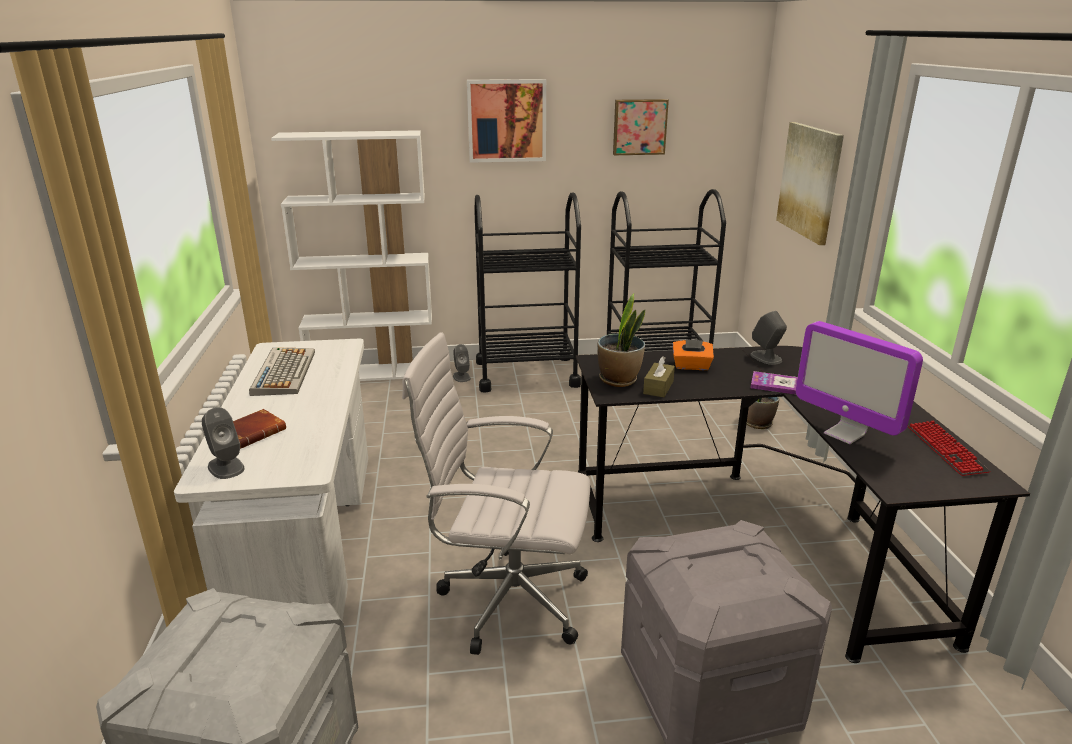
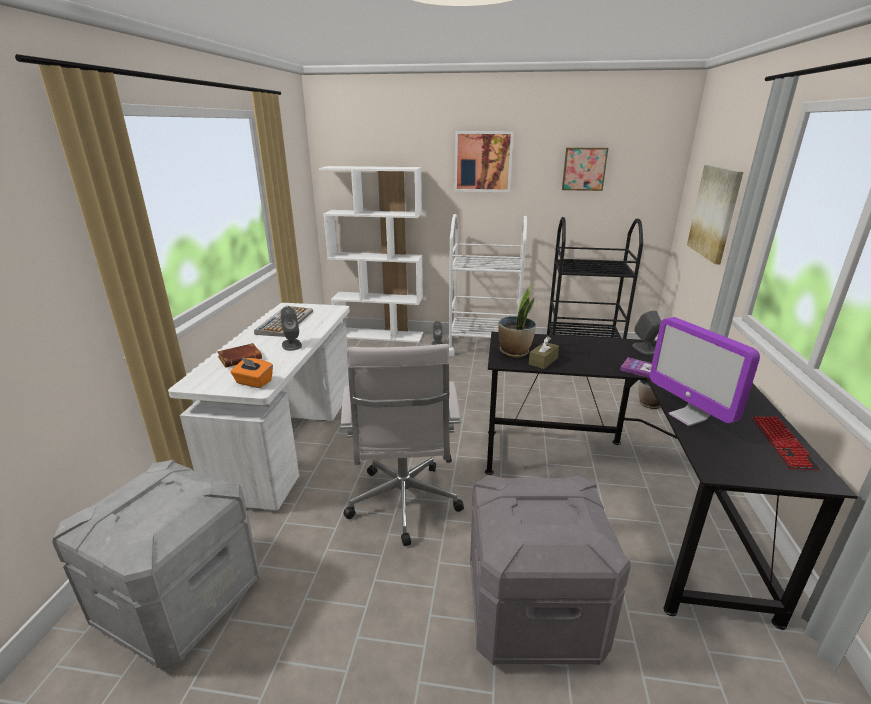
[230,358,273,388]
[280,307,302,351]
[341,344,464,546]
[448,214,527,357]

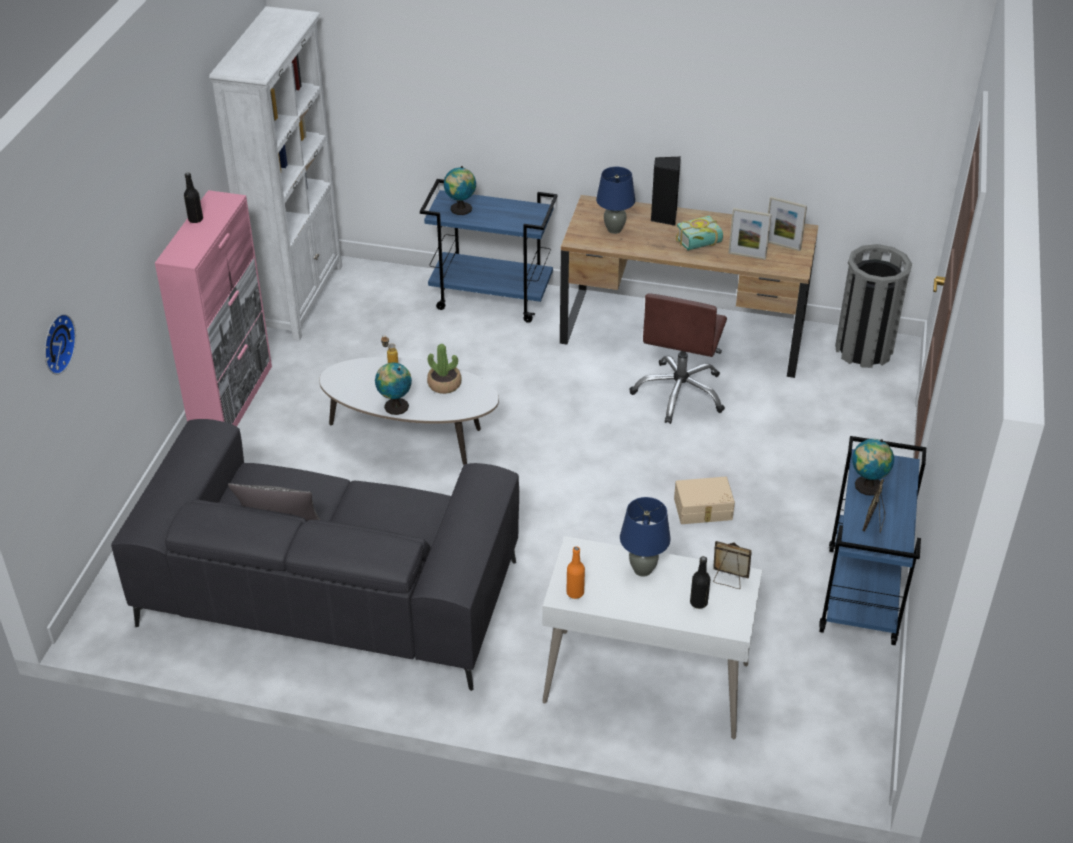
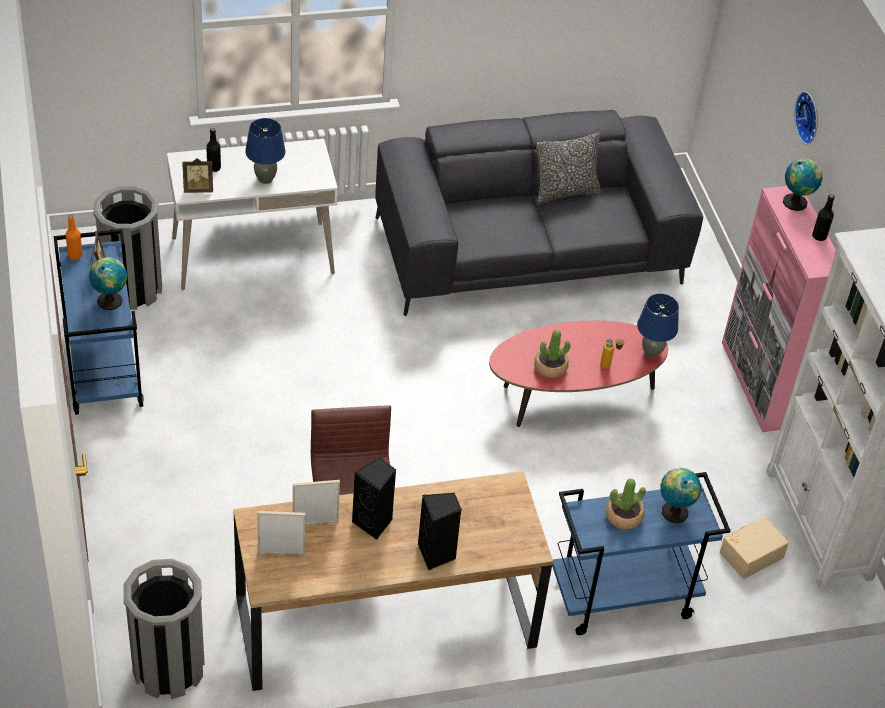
[66,215,83,260]
[93,186,162,310]
[352,458,396,540]
[489,321,668,427]
[606,479,646,530]
[637,293,679,358]
[720,517,789,579]
[783,158,823,211]
[794,91,818,144]

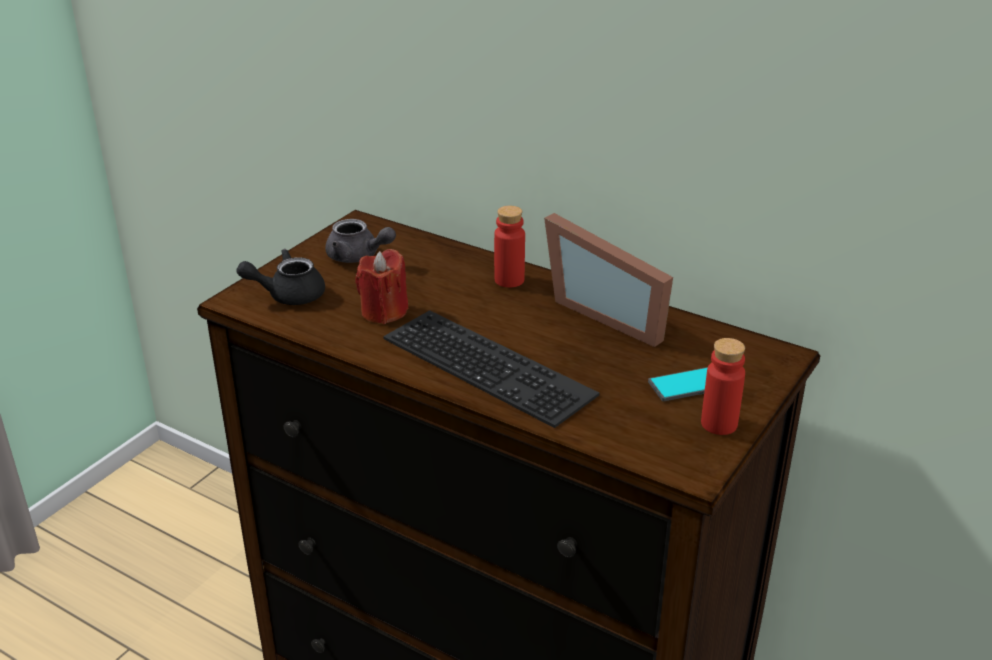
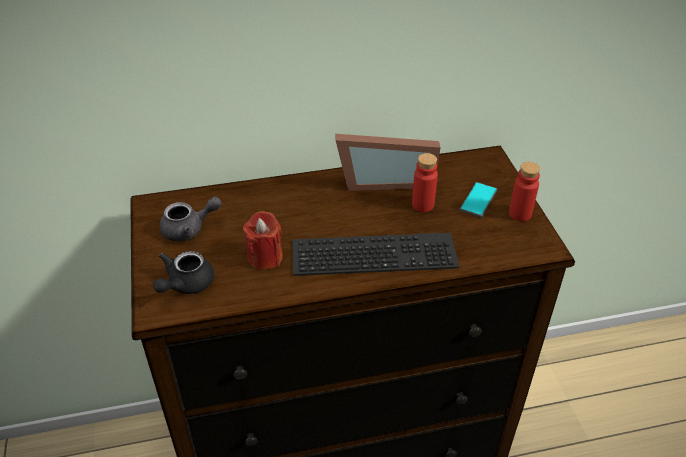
[412,153,438,212]

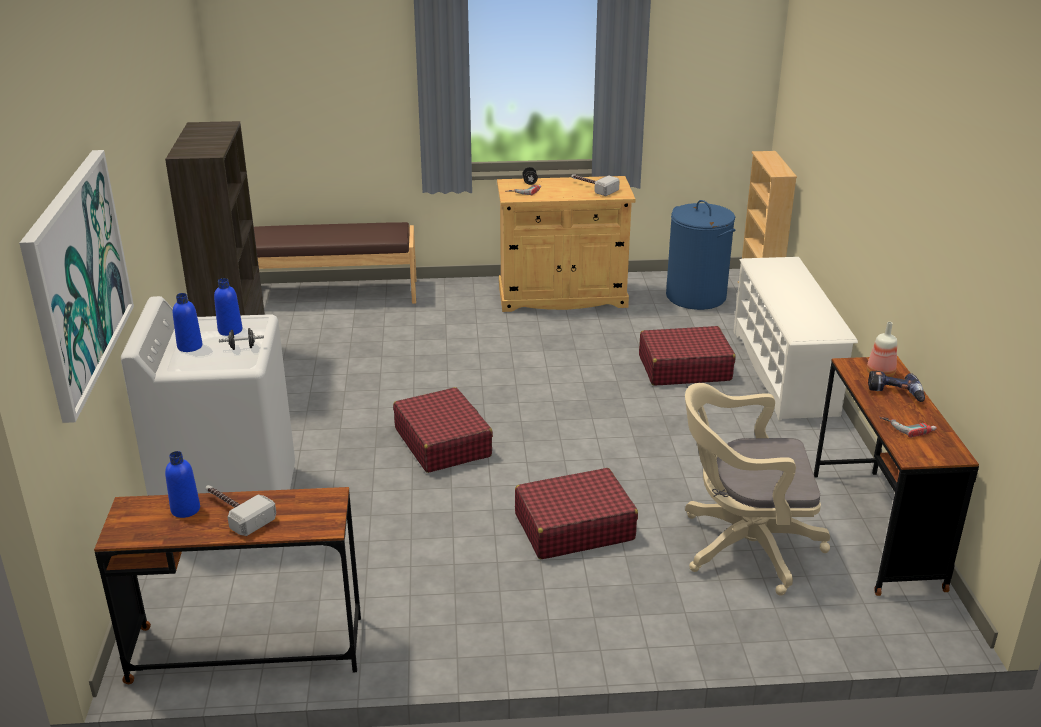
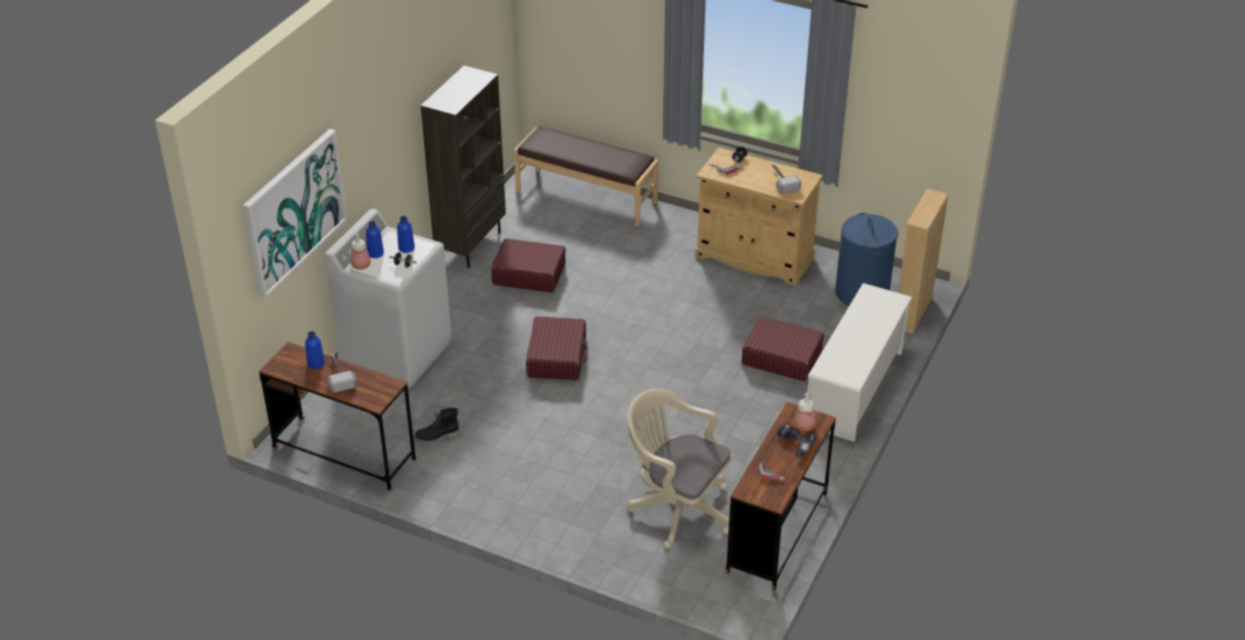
[351,232,371,270]
[414,407,459,444]
[491,239,566,292]

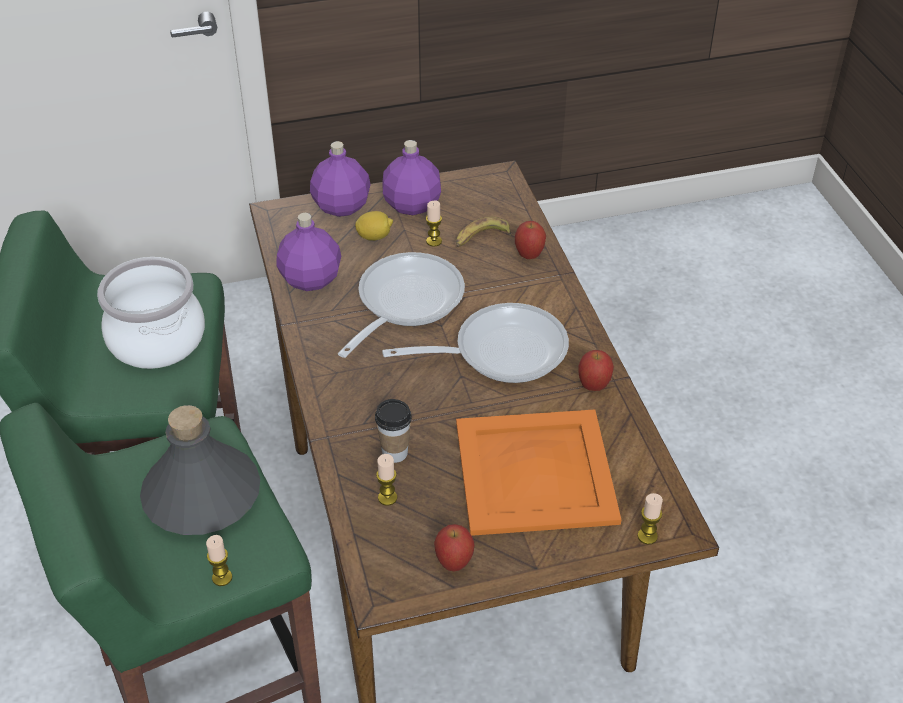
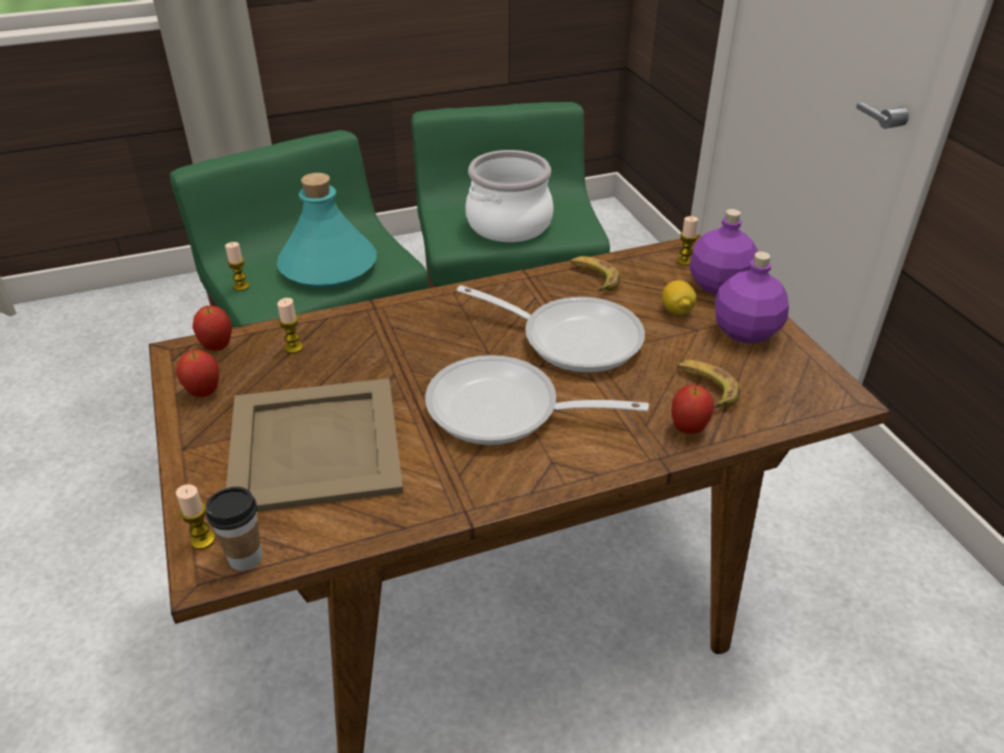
[192,305,232,351]
[206,487,262,571]
[226,378,403,512]
[277,173,377,288]
[425,355,649,445]
[570,256,620,291]
[677,216,698,266]

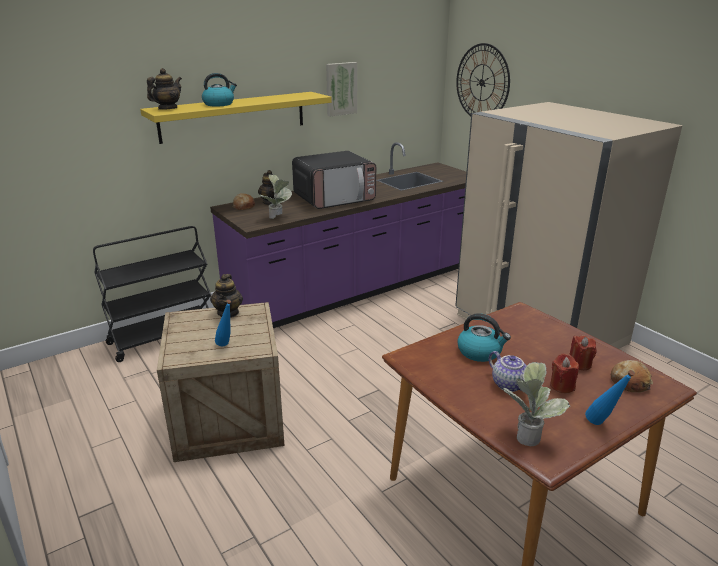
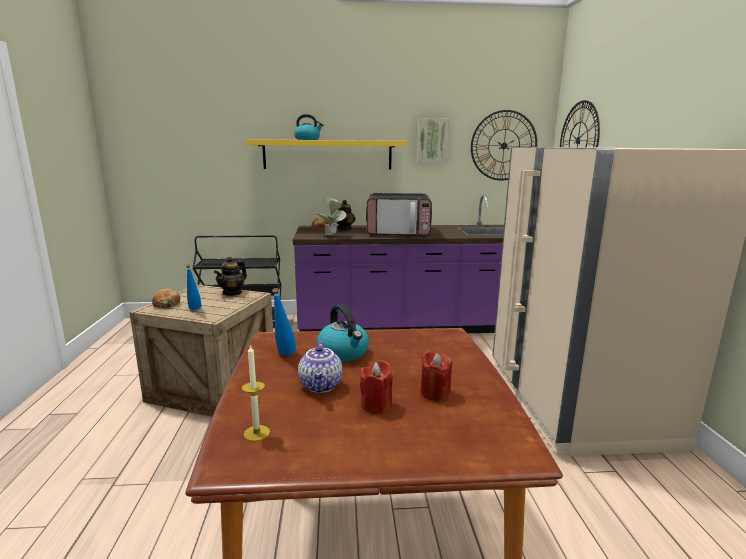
[152,289,180,308]
[242,345,270,441]
[272,288,296,355]
[471,110,537,181]
[147,68,182,110] (first image)

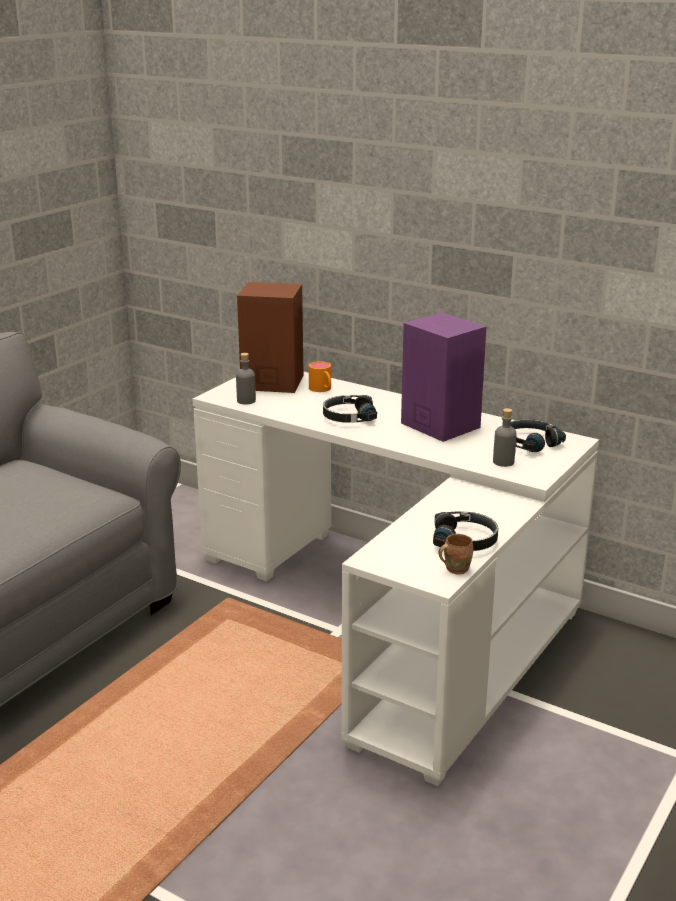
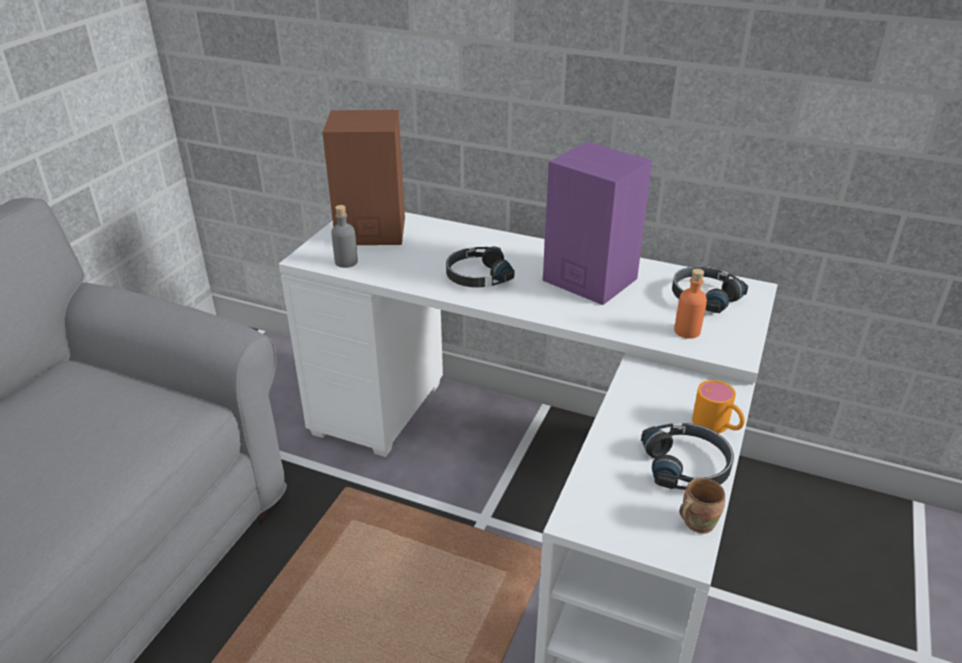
[674,269,707,339]
[692,380,745,433]

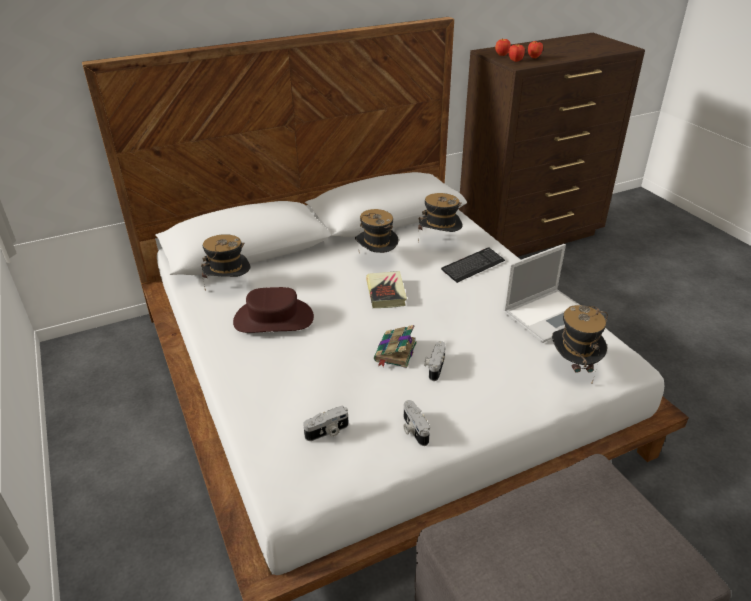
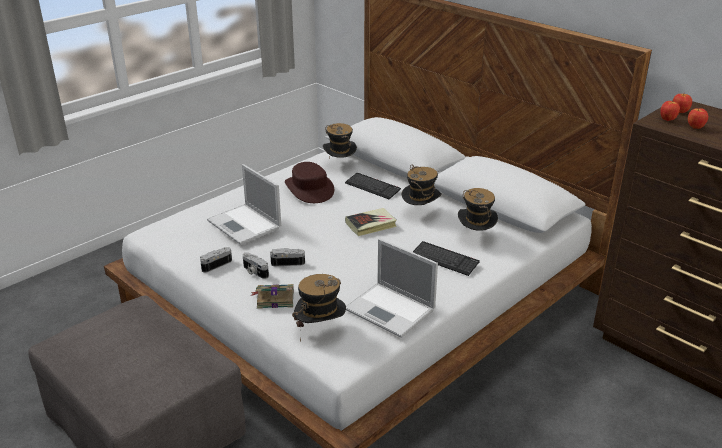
[207,164,281,245]
[243,252,269,279]
[251,284,294,309]
[345,173,401,199]

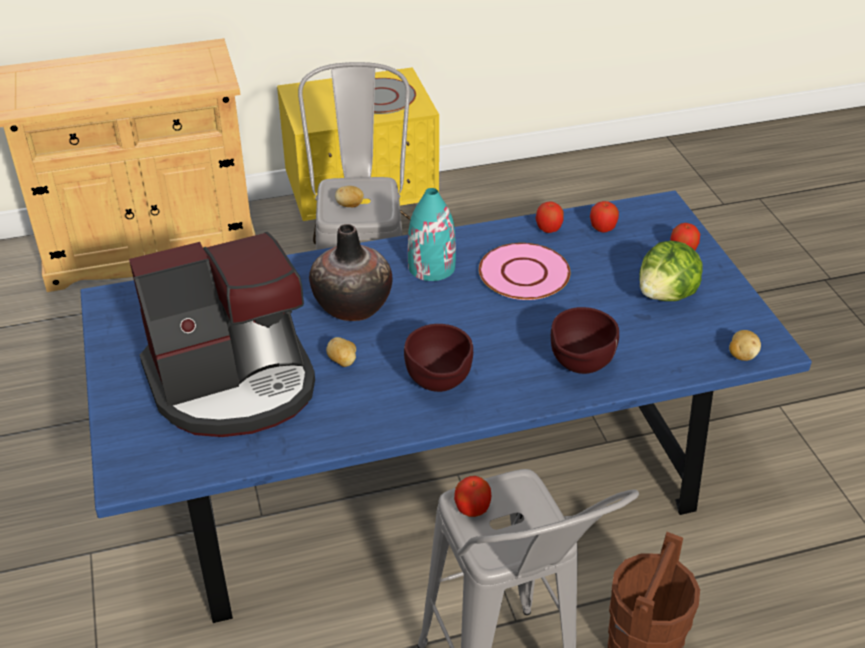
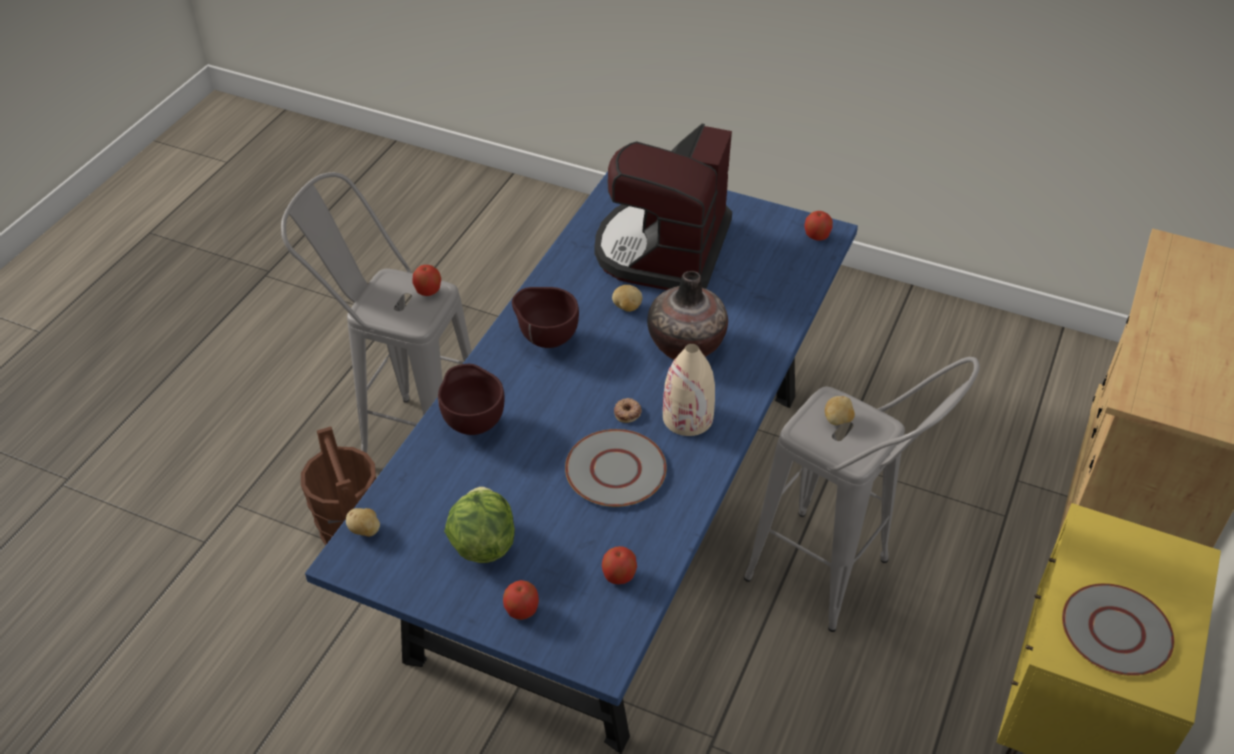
[565,429,667,507]
[614,398,642,423]
[663,344,715,436]
[805,211,833,241]

